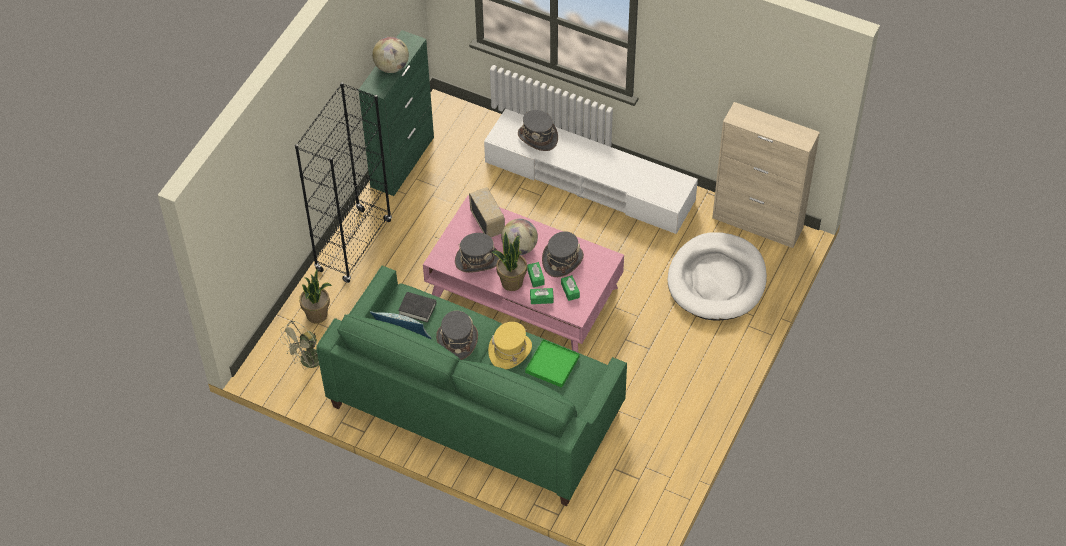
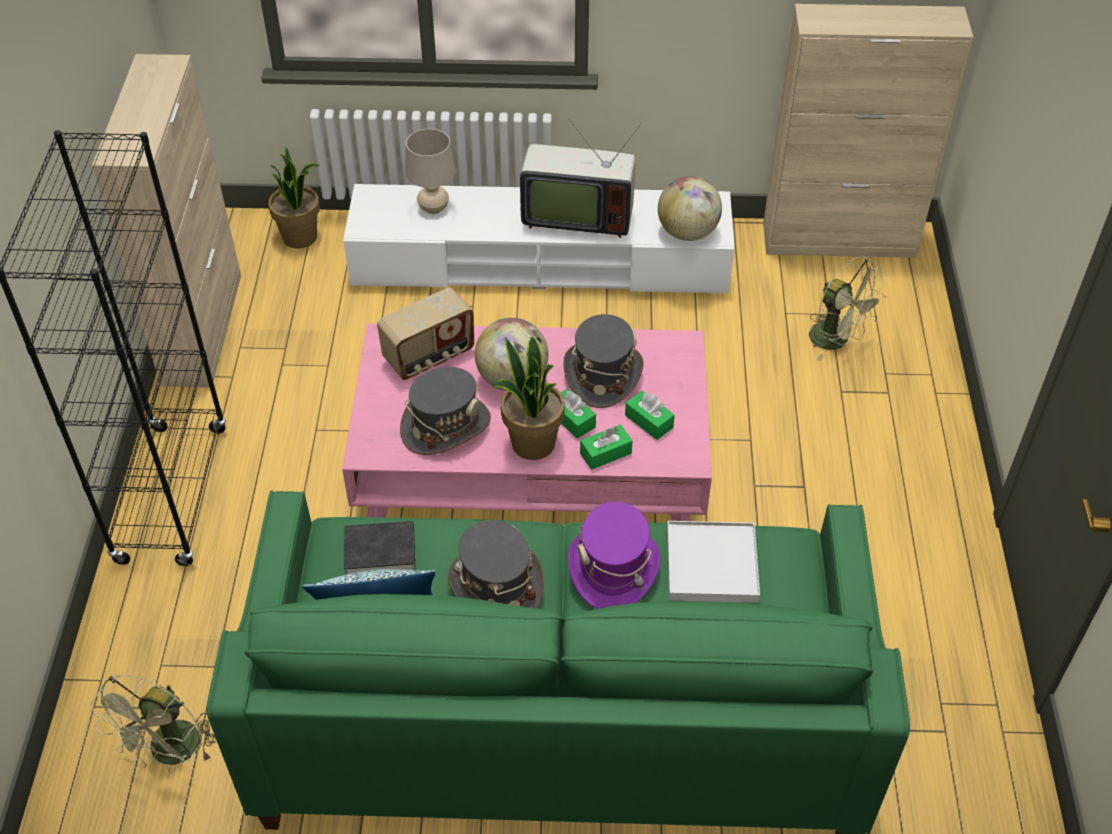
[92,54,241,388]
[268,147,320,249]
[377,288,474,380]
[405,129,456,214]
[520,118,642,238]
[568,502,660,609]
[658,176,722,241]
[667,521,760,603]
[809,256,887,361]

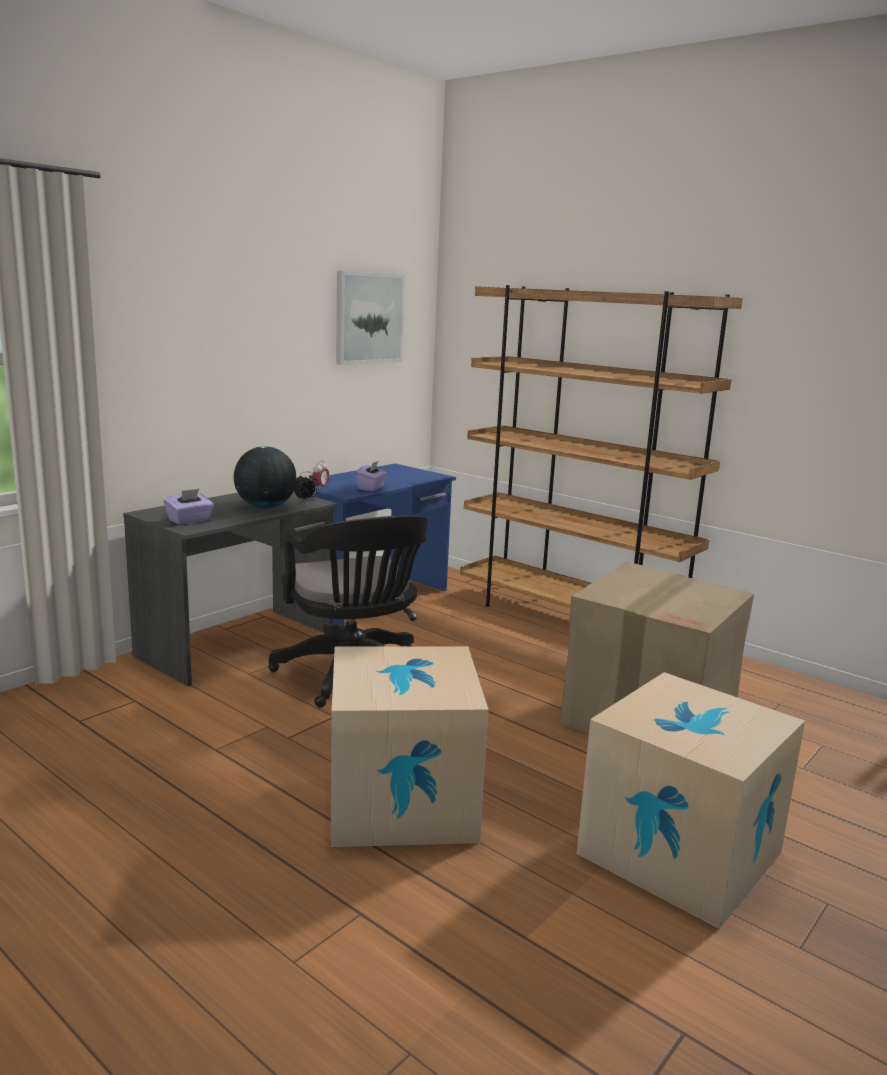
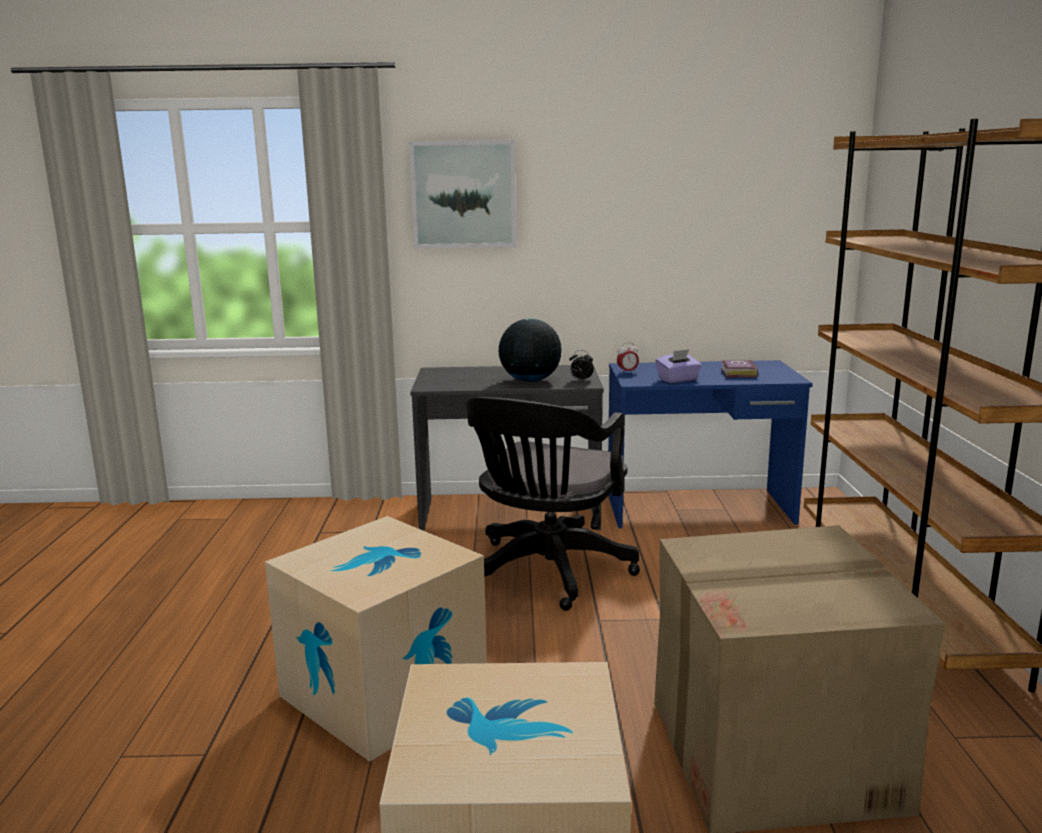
[409,140,516,249]
[721,360,758,378]
[164,489,214,525] (first image)

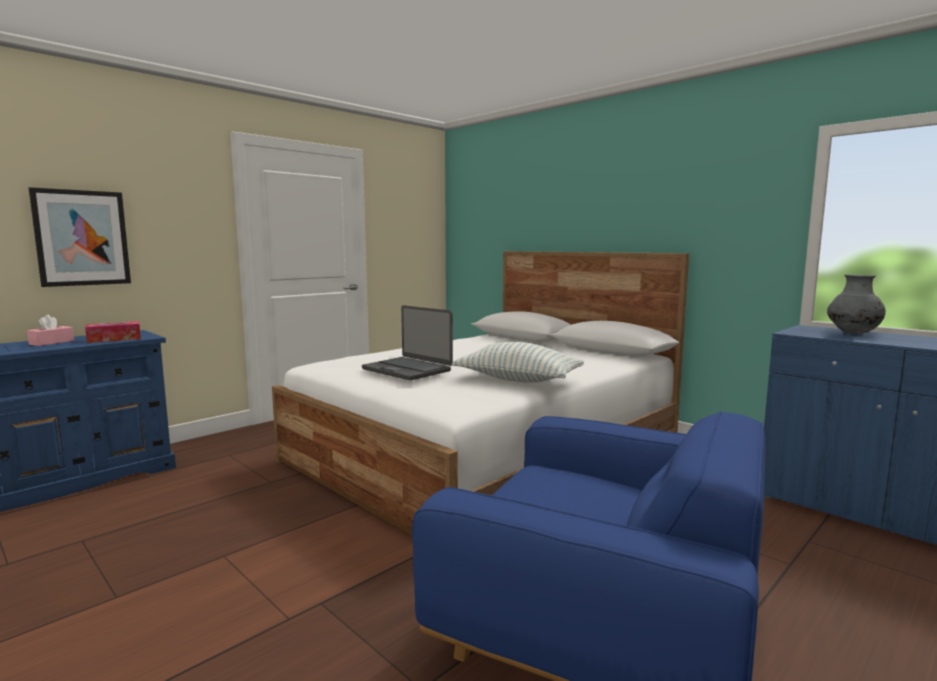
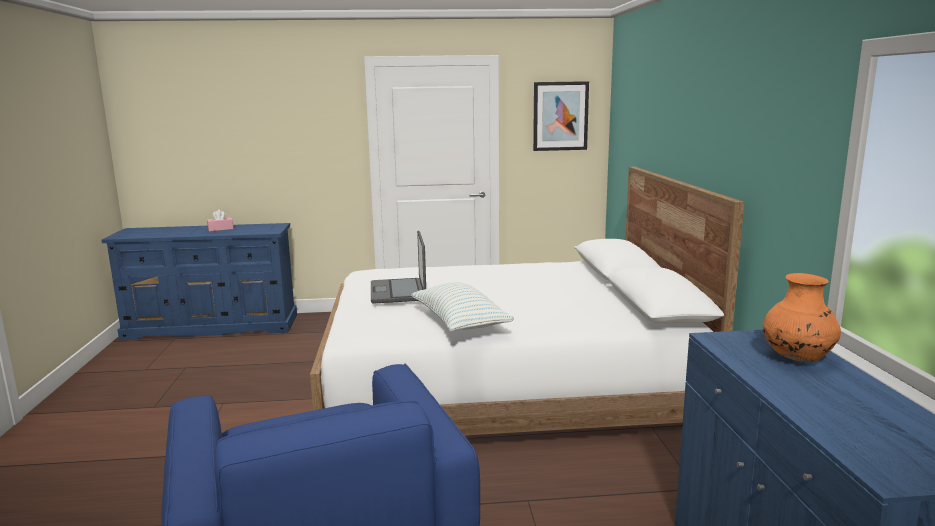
[533,81,589,151]
[763,273,841,362]
[85,321,141,343] (first image)

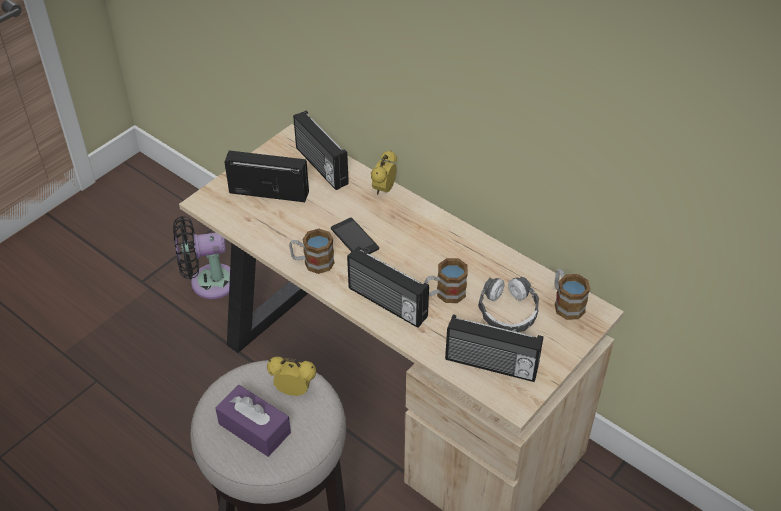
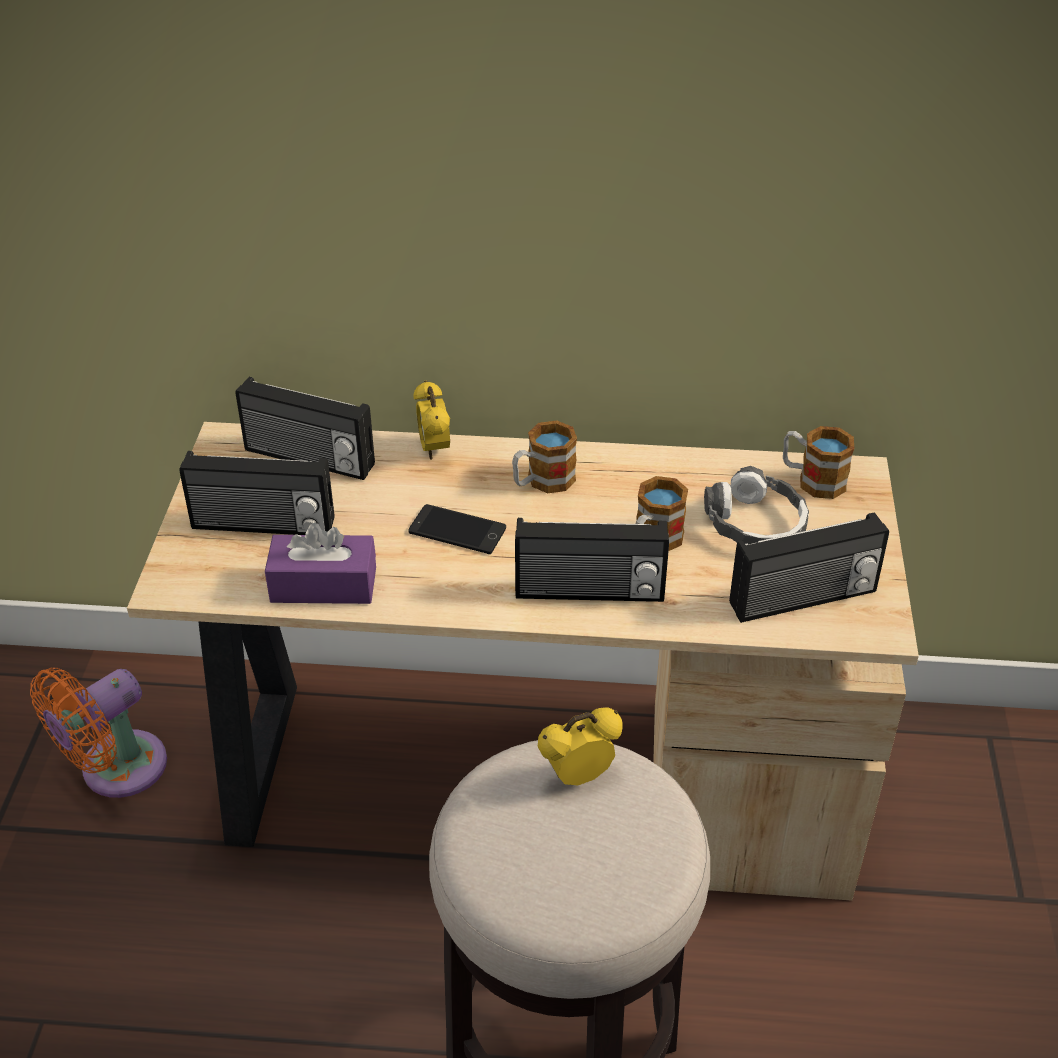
[30,668,167,798]
[179,451,335,535]
[265,523,376,604]
[512,421,577,493]

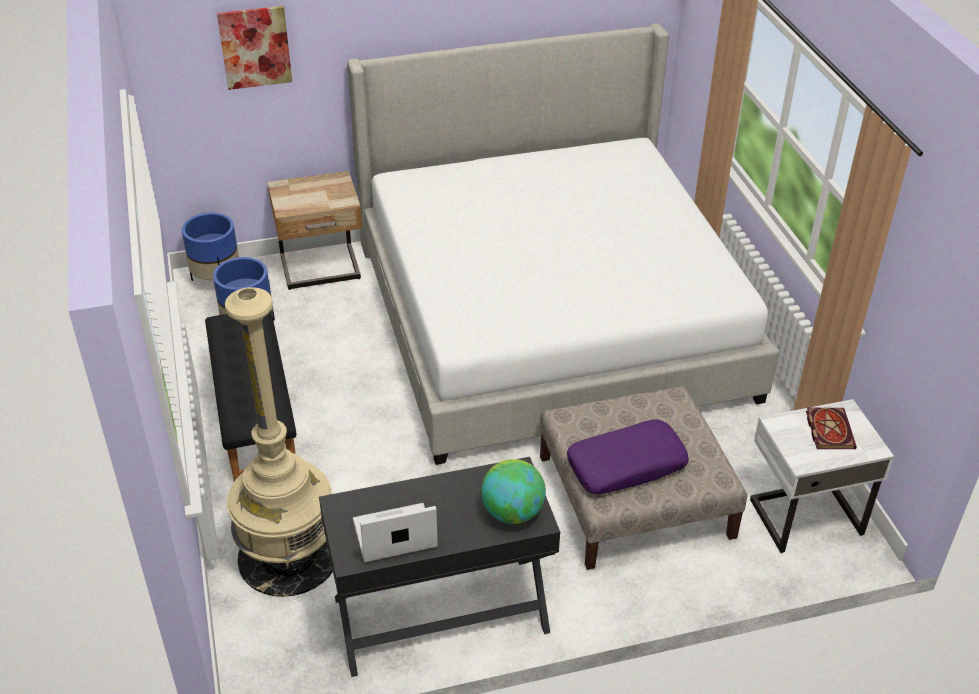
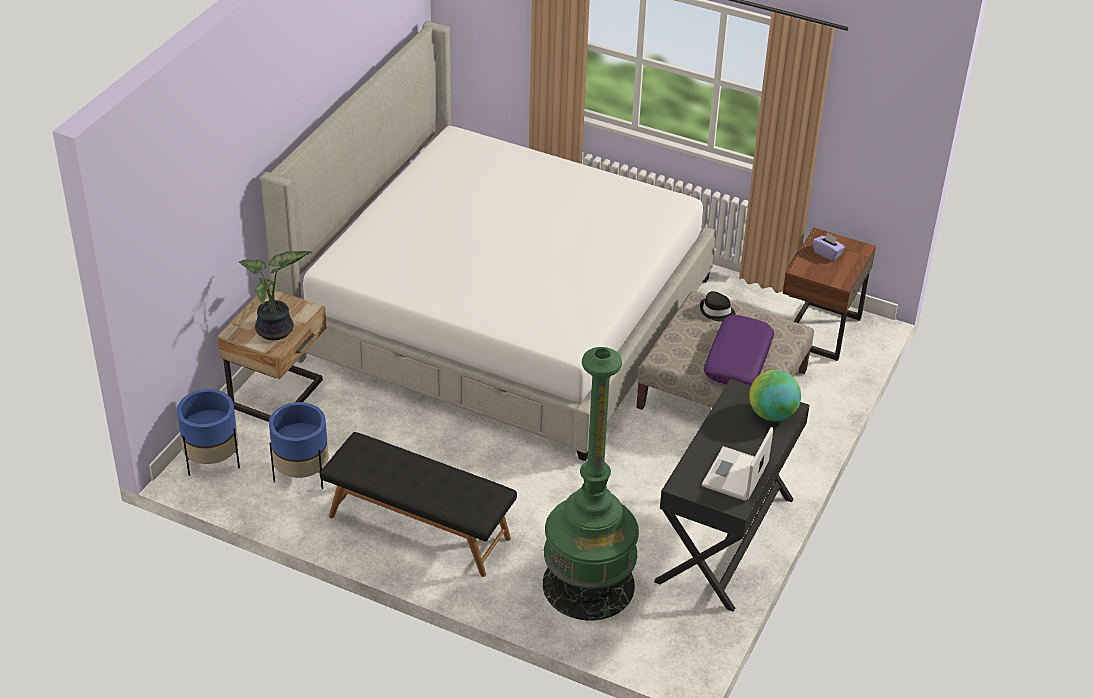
[239,251,313,340]
[543,347,639,620]
[700,291,736,321]
[783,228,876,361]
[813,232,845,261]
[217,6,292,90] (first image)

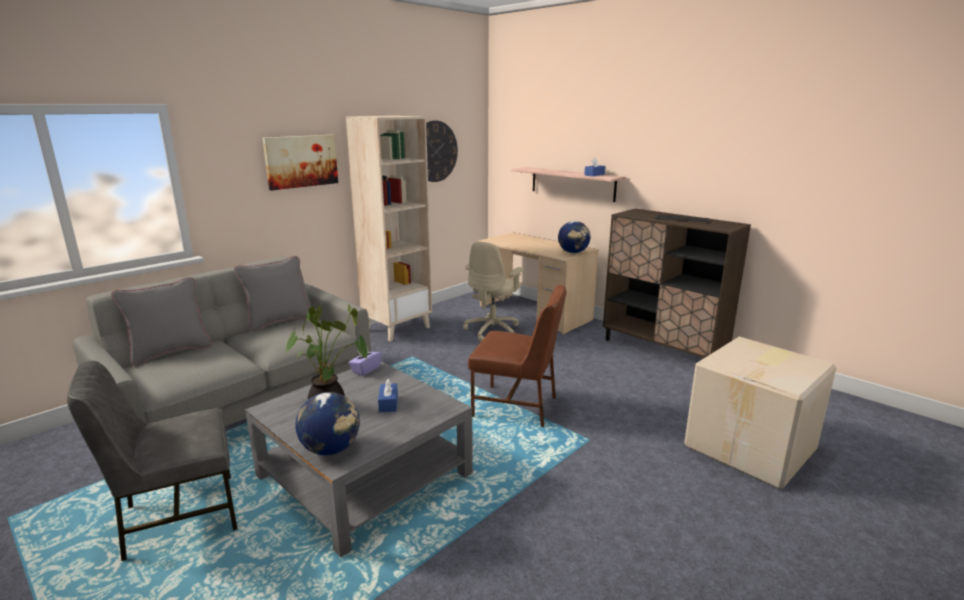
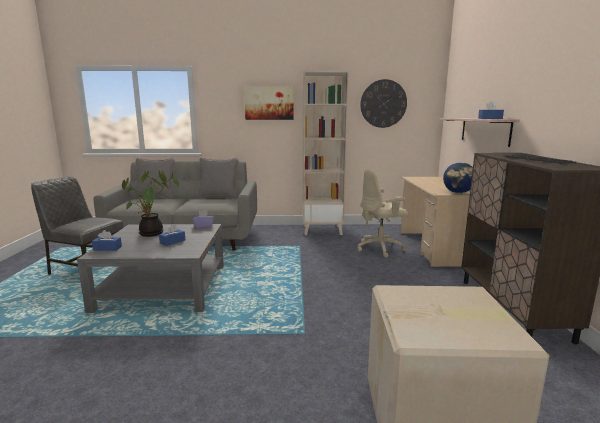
[92,230,122,251]
[468,285,566,427] (first image)

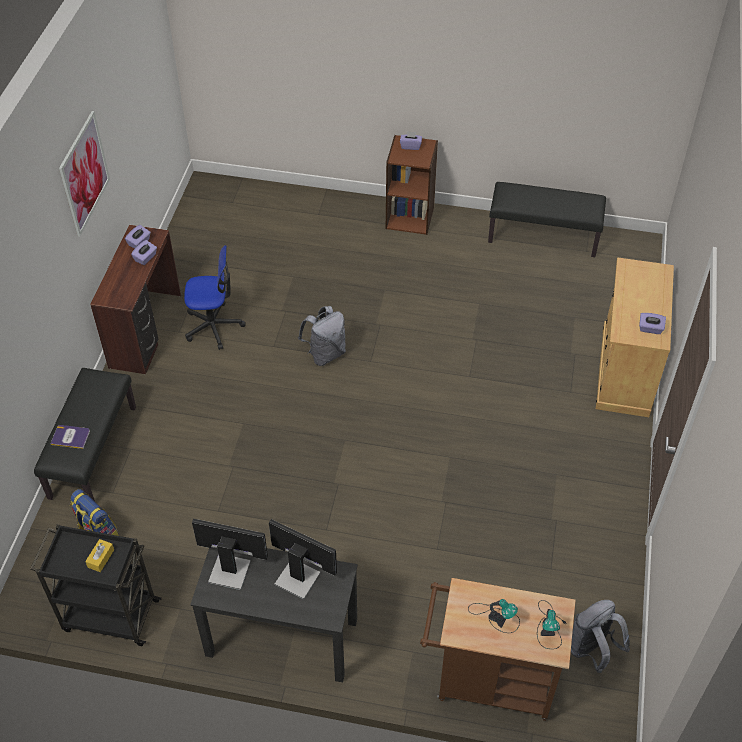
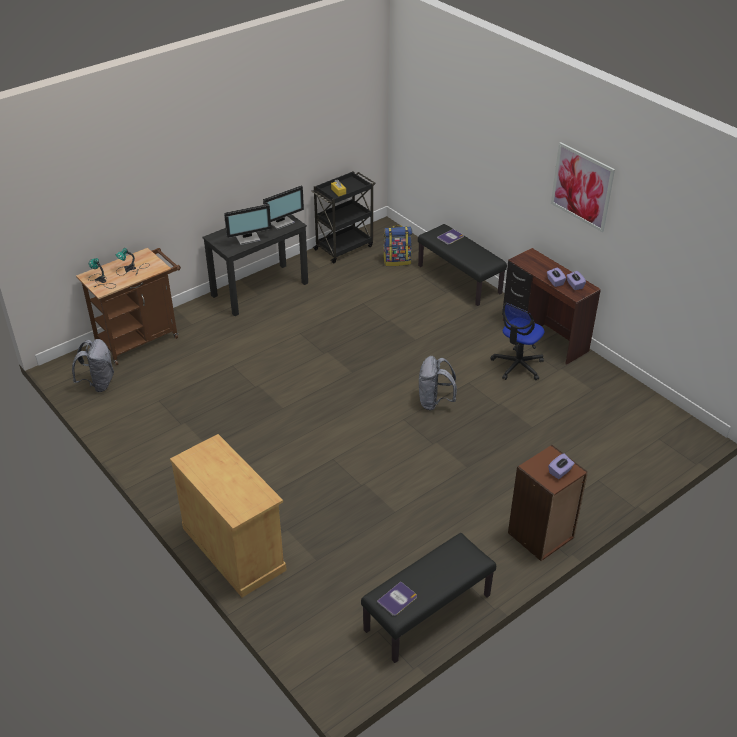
[377,582,417,616]
[639,313,666,334] (first image)

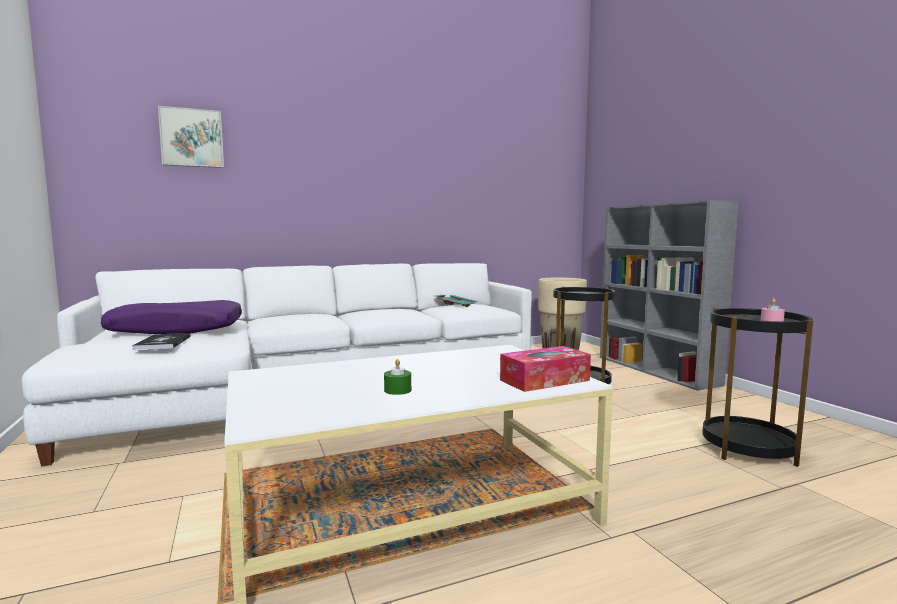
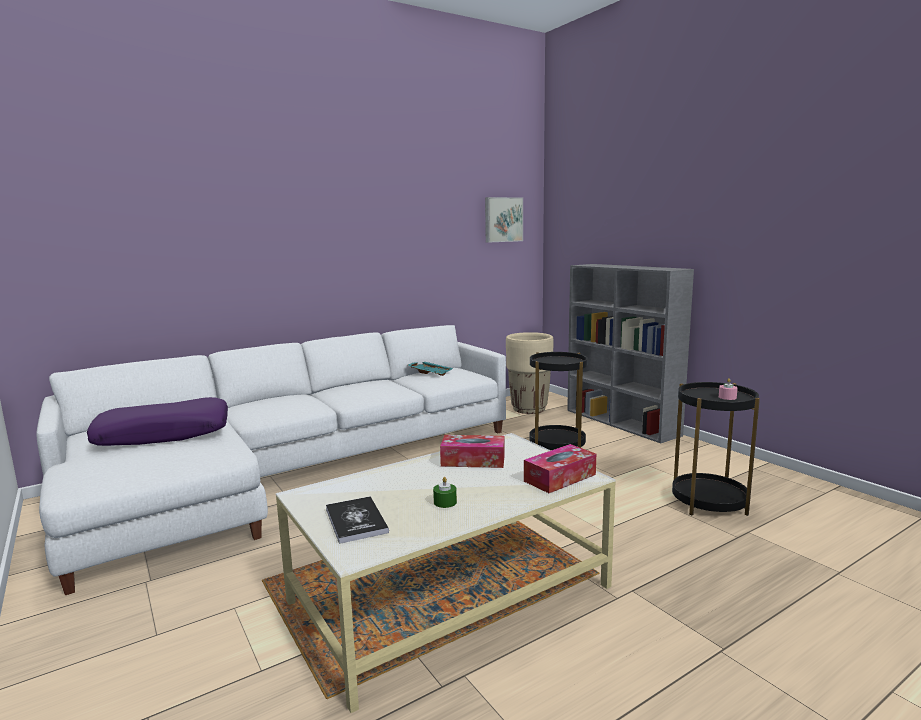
[326,496,389,544]
[440,435,505,468]
[485,197,523,243]

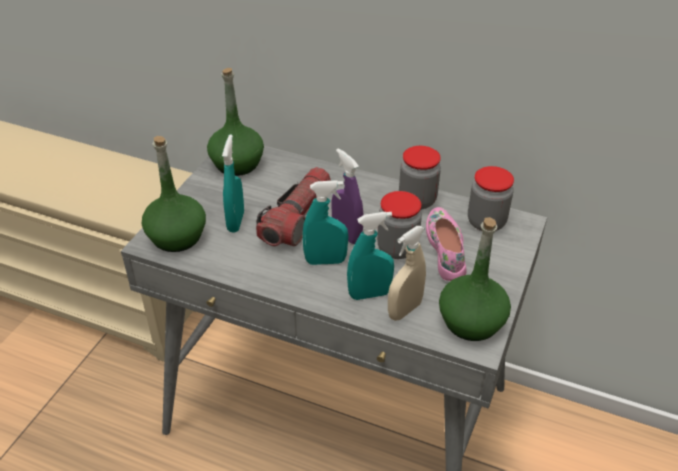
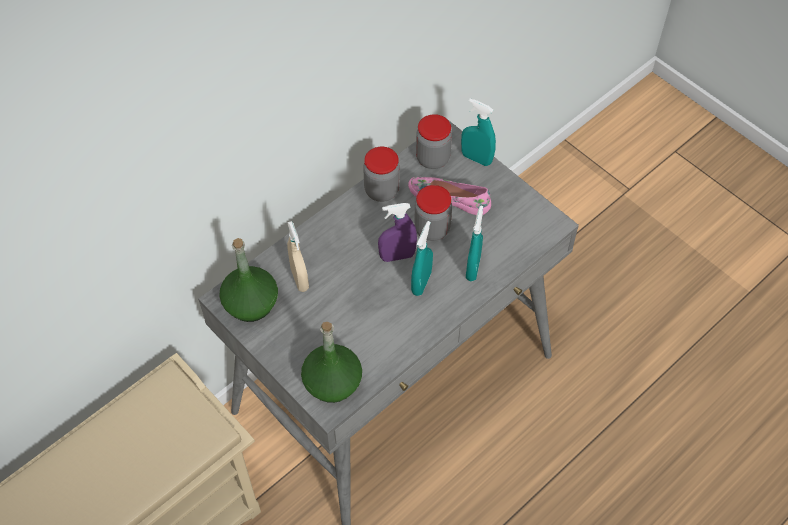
[287,221,309,292]
[461,98,496,166]
[256,167,331,246] (first image)
[439,217,511,341] (first image)

